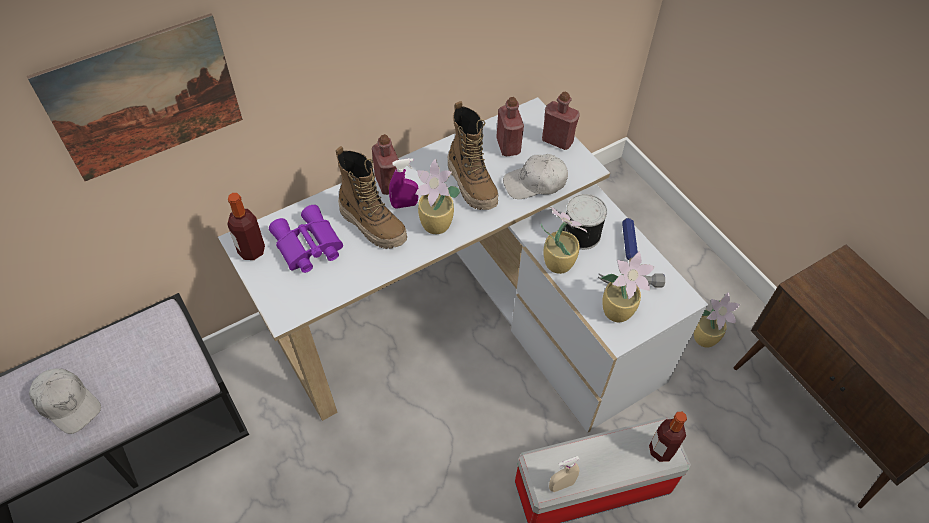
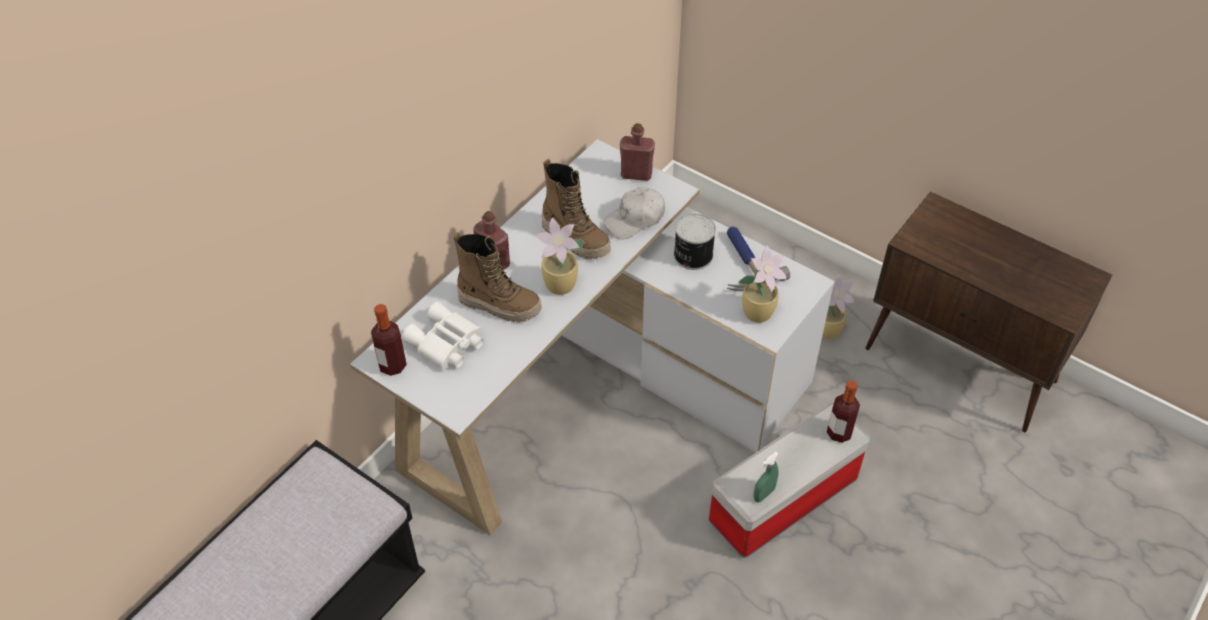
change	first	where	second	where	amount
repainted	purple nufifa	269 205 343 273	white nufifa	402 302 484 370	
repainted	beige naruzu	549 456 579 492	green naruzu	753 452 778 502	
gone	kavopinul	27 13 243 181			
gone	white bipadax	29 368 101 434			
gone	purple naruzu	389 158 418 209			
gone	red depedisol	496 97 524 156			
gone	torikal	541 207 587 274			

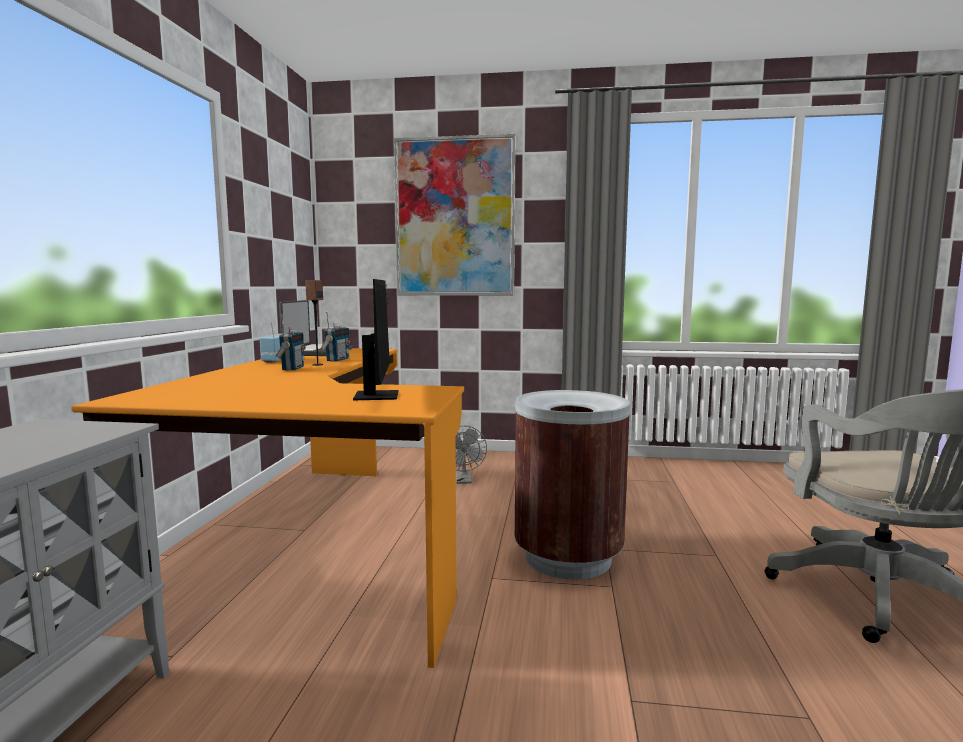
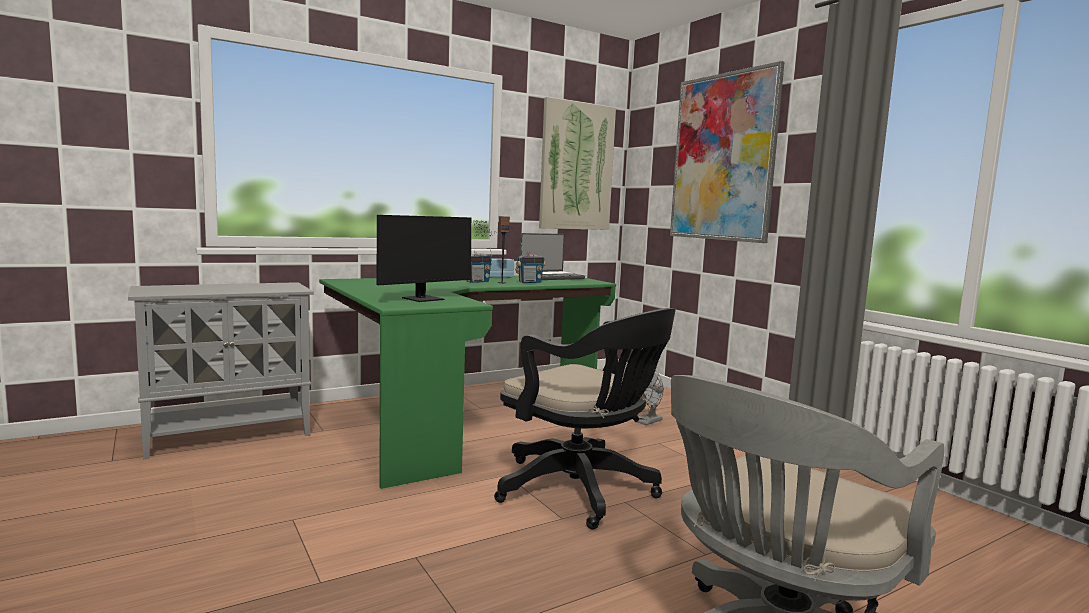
change	first	where	second	where	amount
repainted	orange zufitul	71 348 464 668	green zufitul	319 275 616 489	
swapped	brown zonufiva	514 390 630 580	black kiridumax	494 308 676 529	
new			kavopinul	539 97 616 230	

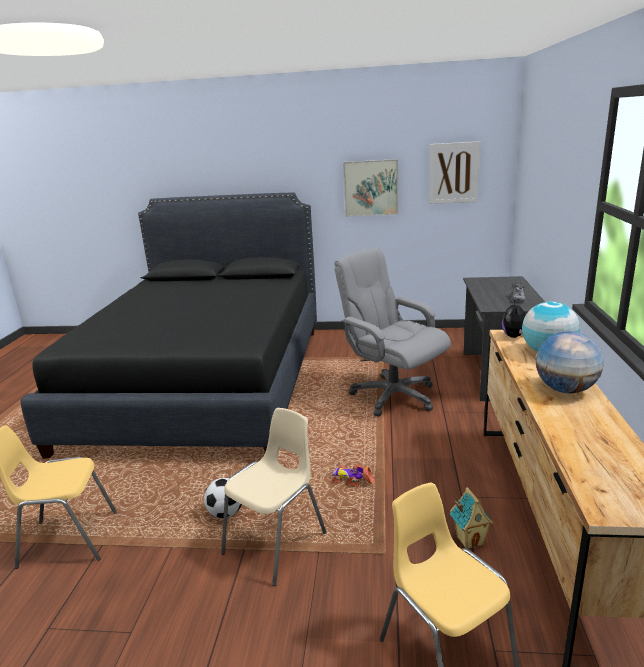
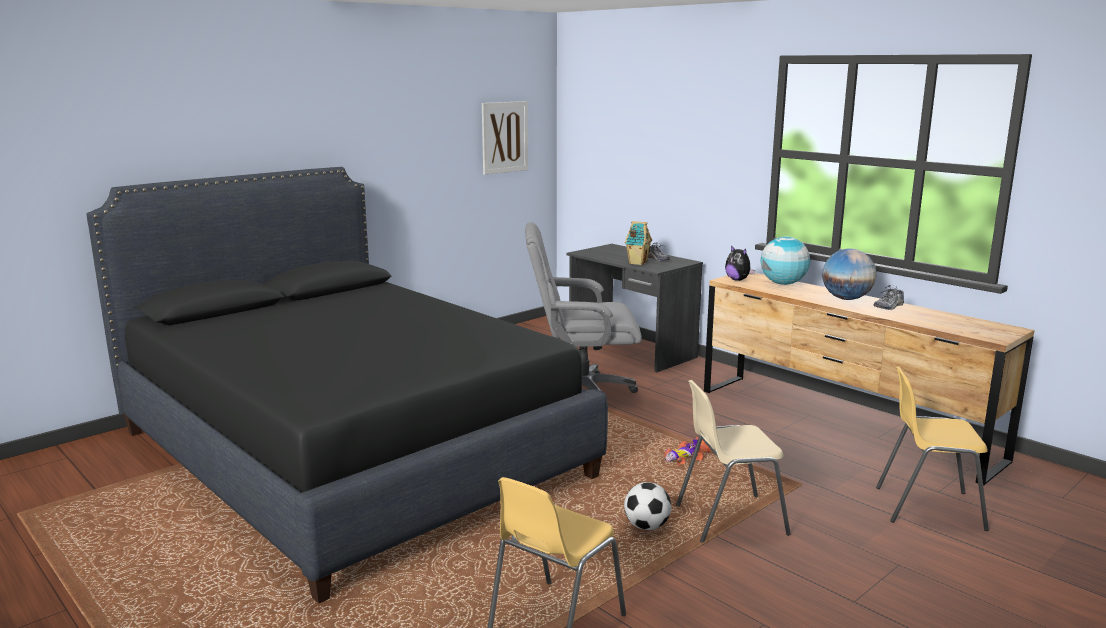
change	first	where	second	where	amount
shifted	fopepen	450 487 493 549		625 221 652 265	
rotated	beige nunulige	221 408 327 586		676 380 791 543	90 degrees counterclockwise
new			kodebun	874 285 904 310	
gone	kavopinul	343 159 398 217			

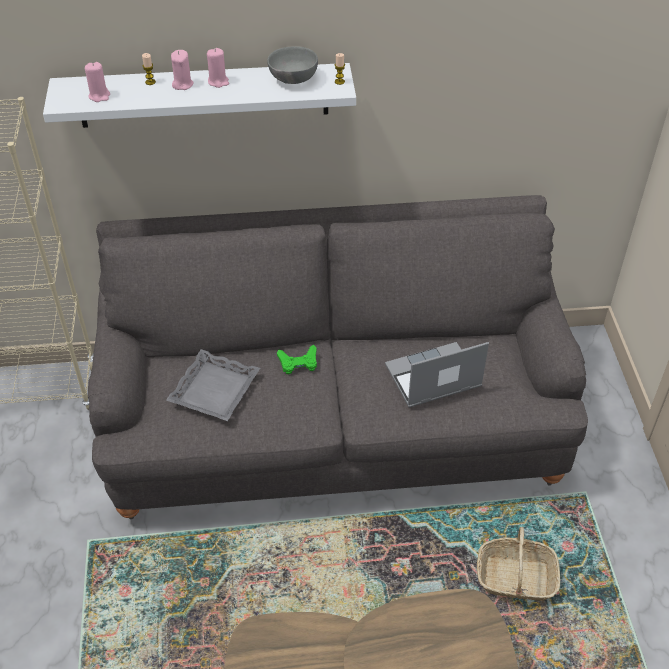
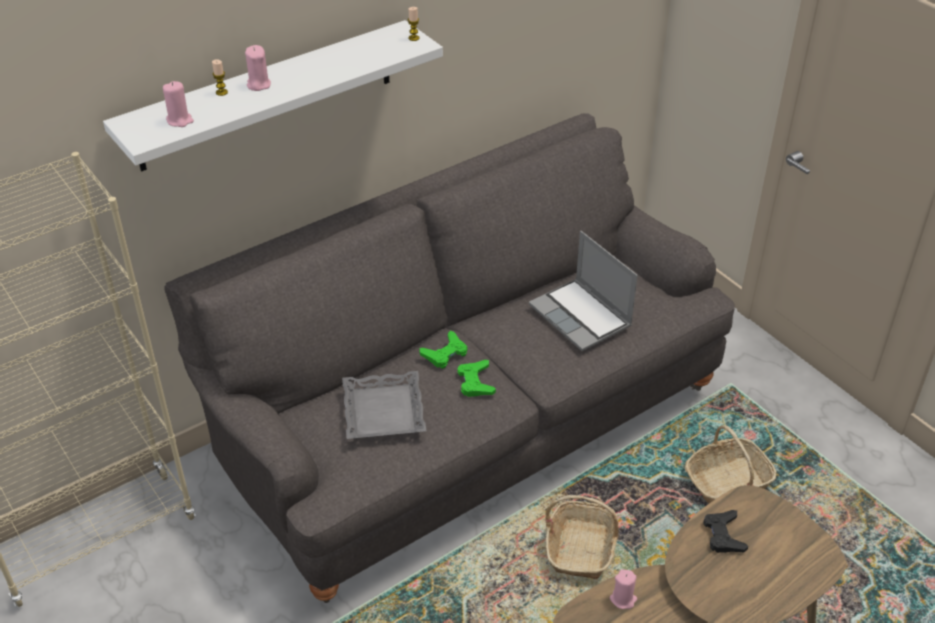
change	first	where	second	where	amount
new			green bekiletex	458 360 496 397	
rotated	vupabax	385 342 489 407		529 231 638 351	75 degrees counterclockwise
new			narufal	545 495 619 579	
shifted	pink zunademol	207 48 229 88		610 570 637 609	
new			black bekiletex	703 510 748 553	
gone	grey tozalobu	267 46 318 84			

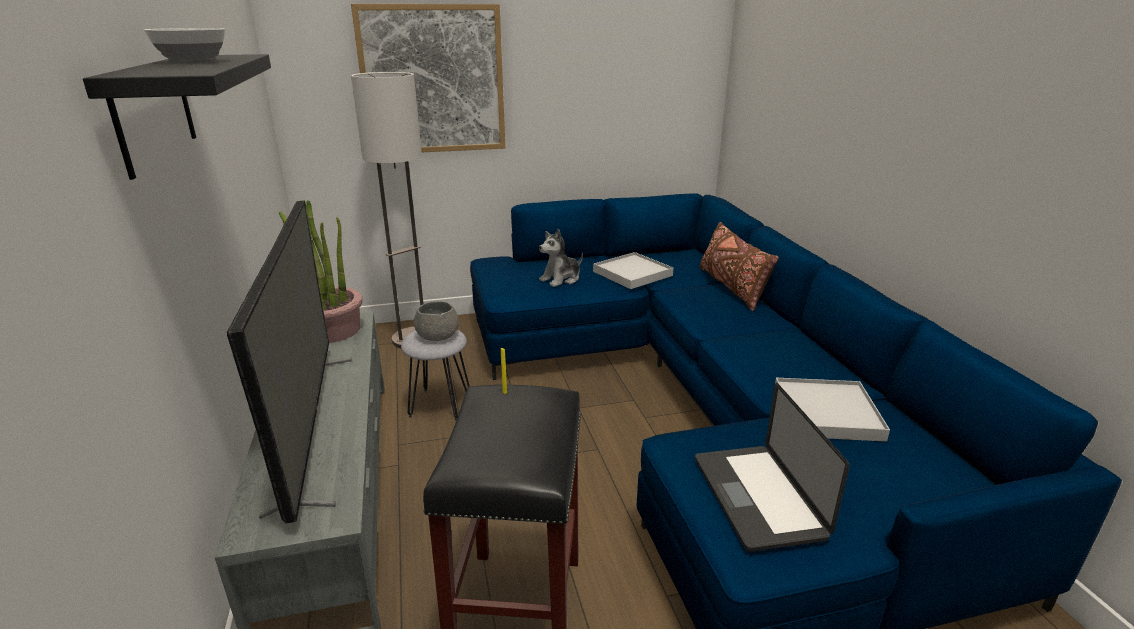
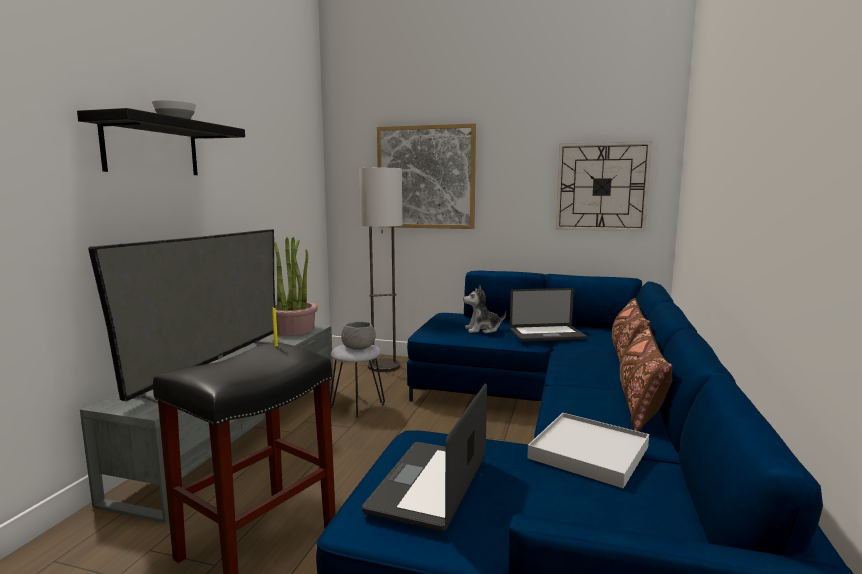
change	first	where	second	where	amount
swapped	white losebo	593 252 673 289	vupabax	510 288 587 342	
new			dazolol	556 141 652 231	
new			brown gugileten	619 326 673 432	

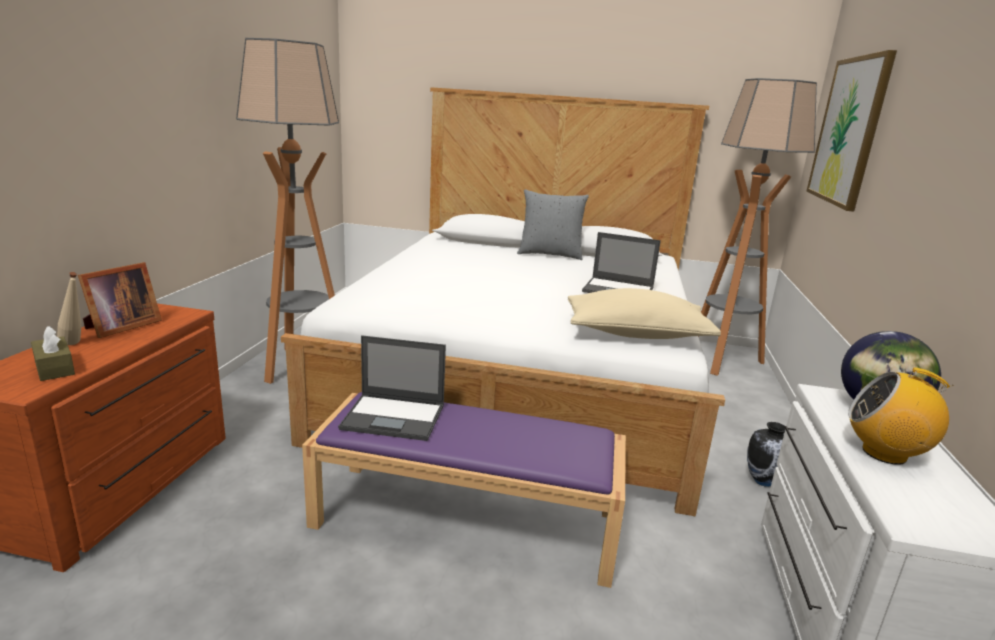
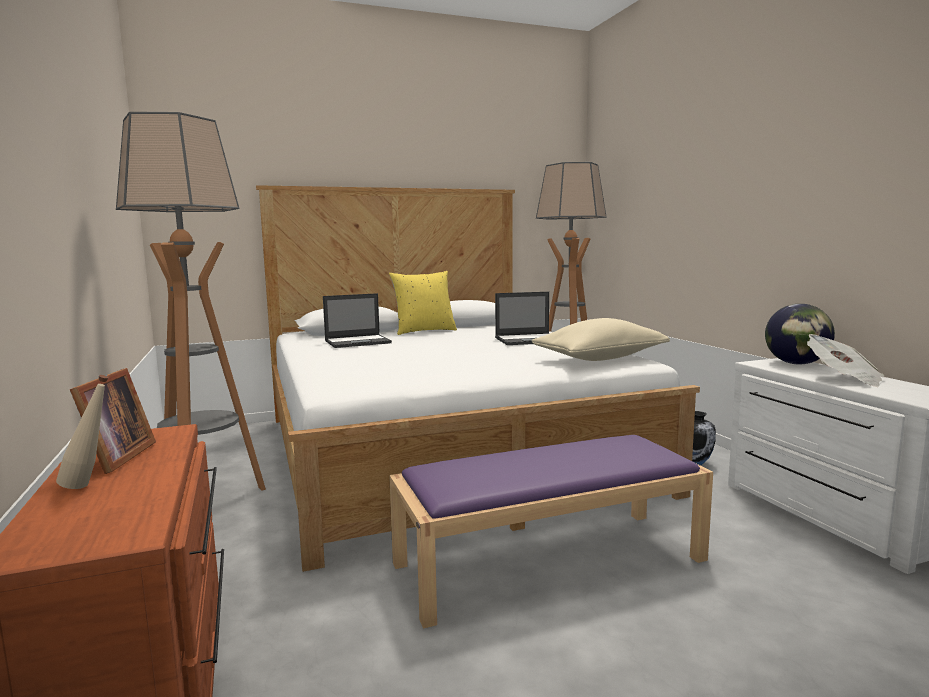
change	first	where	second	where	amount
shifted	vupabax	338 335 446 441		323 293 392 348	
repainted	grey gugileten	517 189 589 260	yellow gugileten	389 271 457 335	
swapped	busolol	848 367 954 465	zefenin	807 334 885 387	
gone	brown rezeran	31 326 75 381			
gone	kavopinul	806 50 897 212			

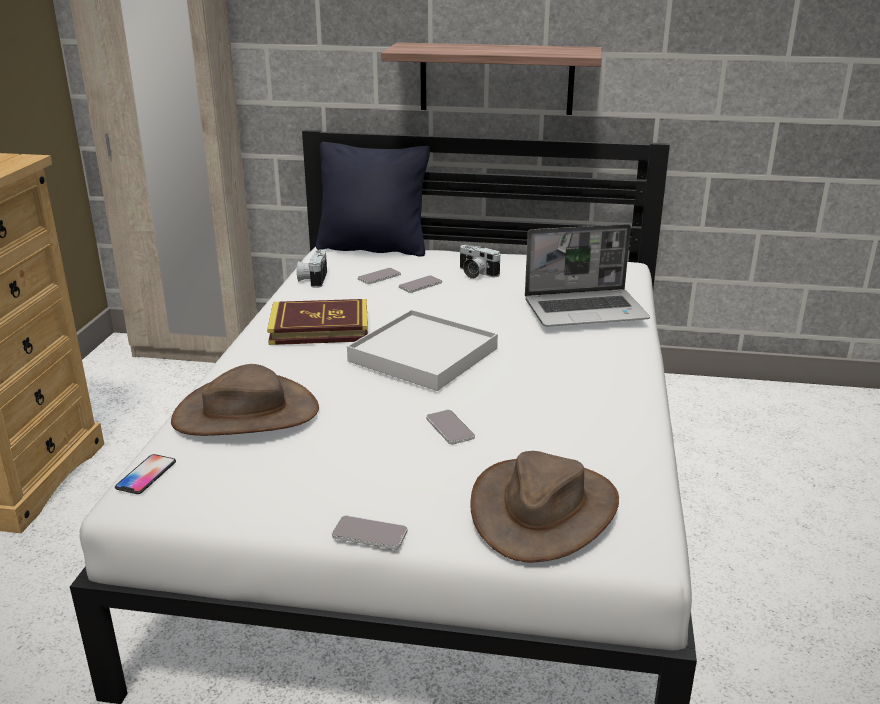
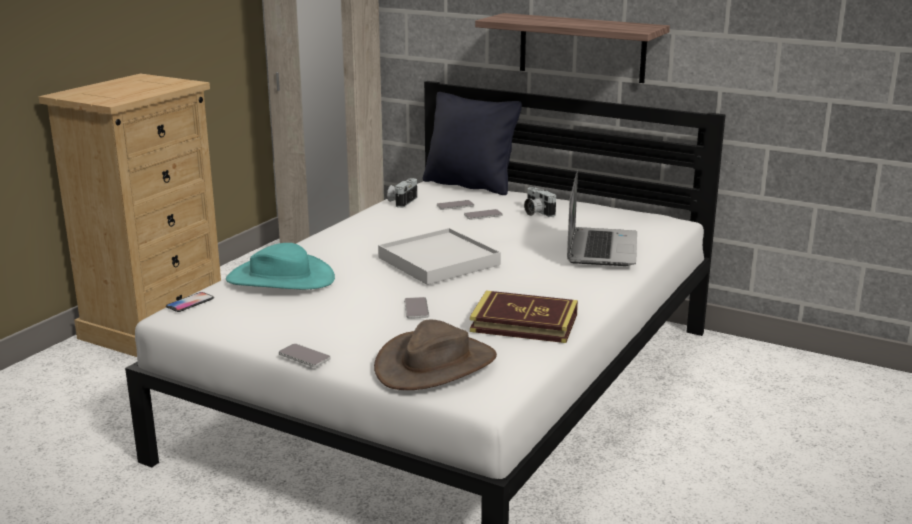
change	first	where	second	where	amount
repainted	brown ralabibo	171 364 319 436	turquoise ralabibo	226 243 335 289	
shifted	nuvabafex	267 299 368 345		470 291 578 343	
rotated	vupabax	525 224 650 326		567 171 637 266	90 degrees counterclockwise

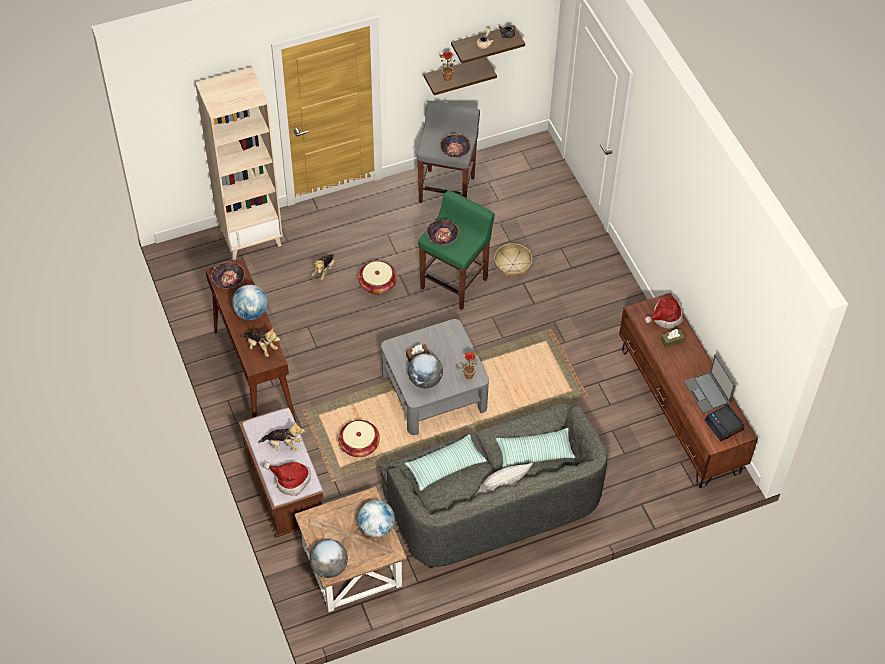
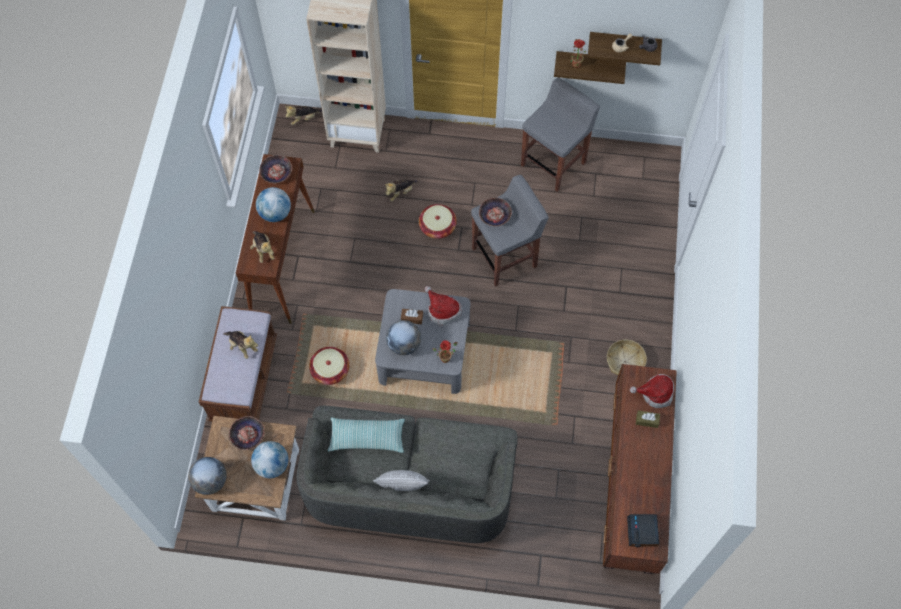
change	first	where	second	where	amount
shifted	tozalobu	440 134 471 158		229 416 265 450	
new			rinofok	285 106 322 125	
shifted	ralabibo	264 462 311 496		425 286 462 326	
repainted	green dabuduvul	418 190 495 310	grey dabuduvul	471 175 549 286	
shifted	narufal	494 243 533 277		607 340 647 375	
gone	gugileten	496 428 575 468			
gone	vupabax	684 354 735 413			

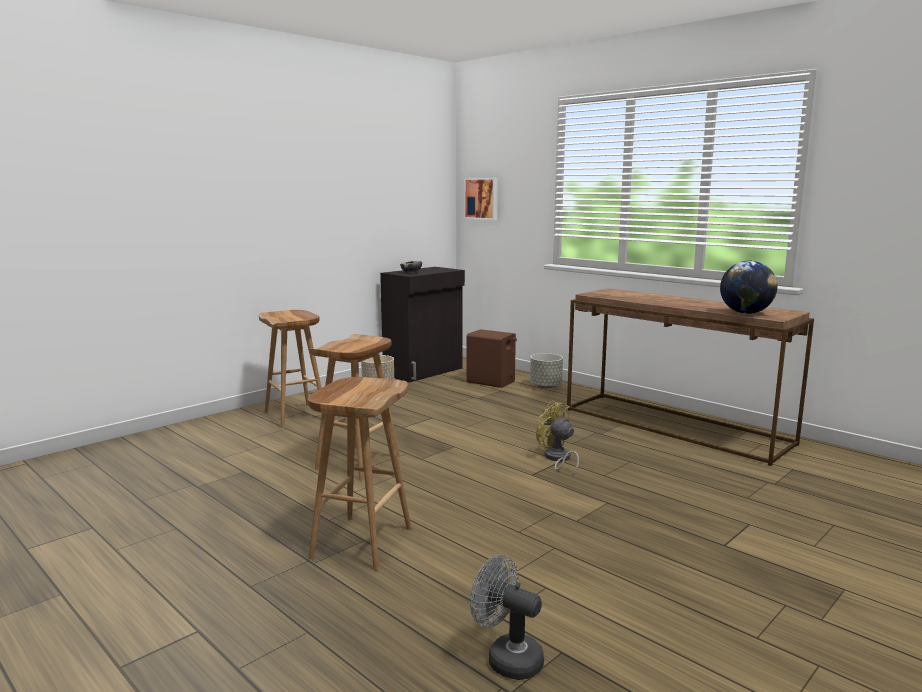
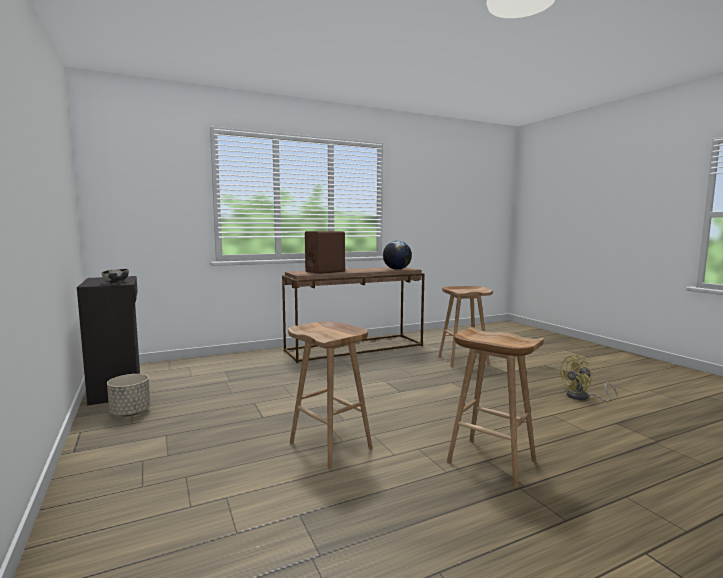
change	first	where	second	where	amount
shifted	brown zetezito	467 329 517 388		305 231 345 274	
shifted	brown dabuduvul	259 310 322 428		438 286 493 367	
shifted	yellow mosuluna	536 401 579 475		557 355 618 402	
gone	kavopinul	464 178 498 220			
gone	grey mosuluna	470 555 544 680			
gone	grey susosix	530 353 563 389			

